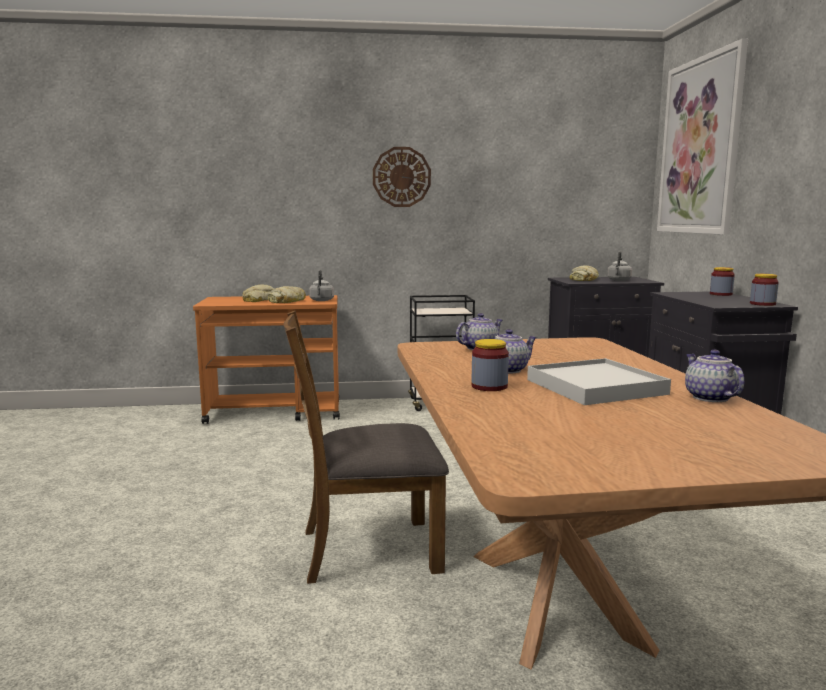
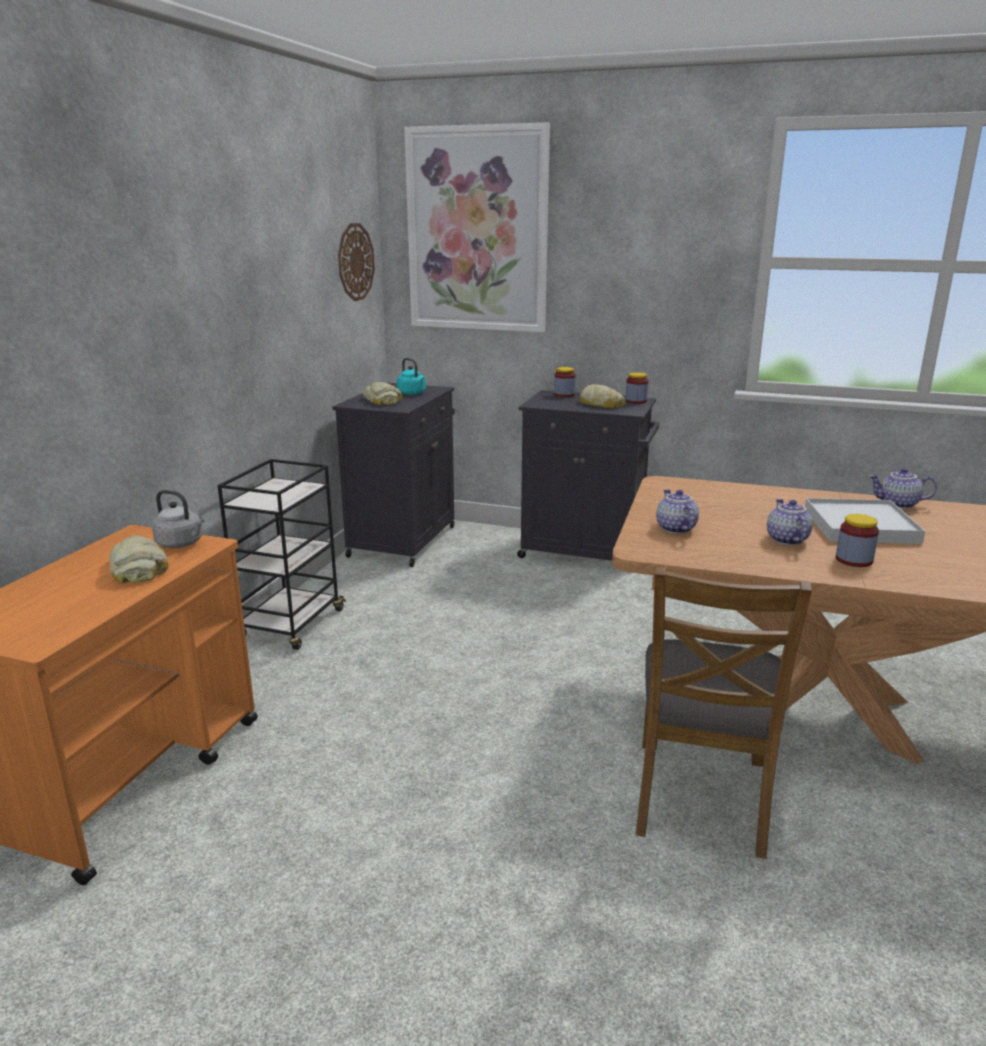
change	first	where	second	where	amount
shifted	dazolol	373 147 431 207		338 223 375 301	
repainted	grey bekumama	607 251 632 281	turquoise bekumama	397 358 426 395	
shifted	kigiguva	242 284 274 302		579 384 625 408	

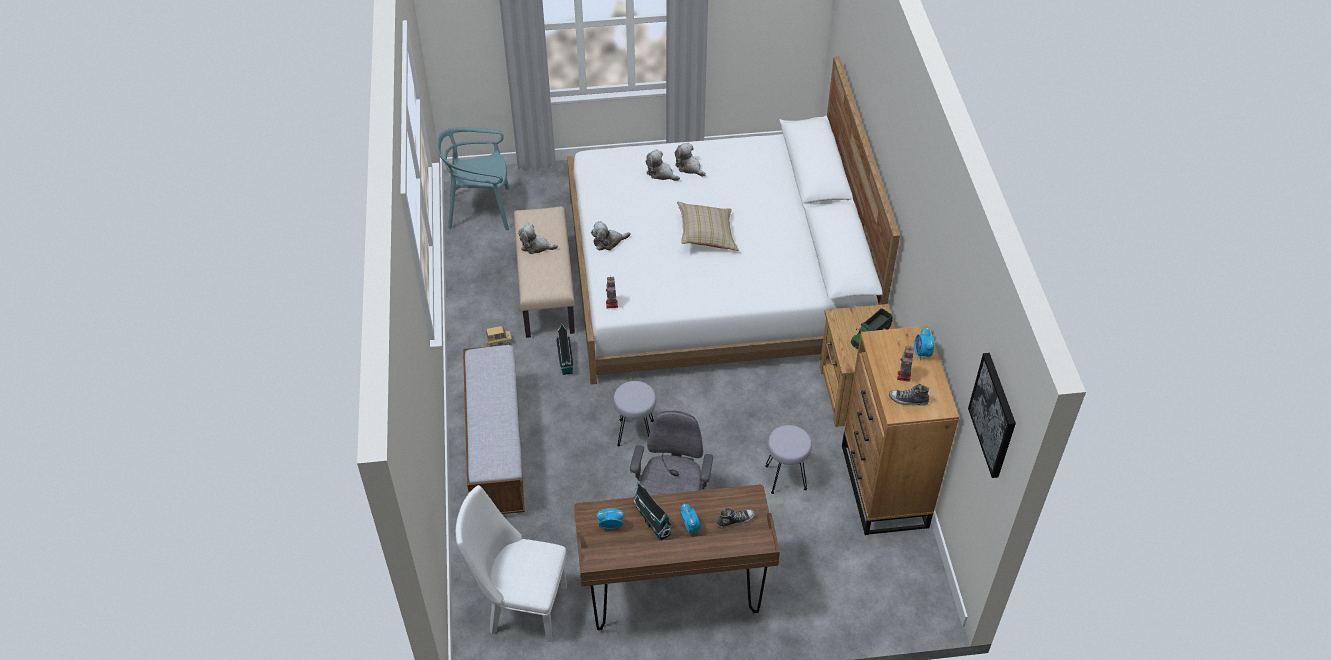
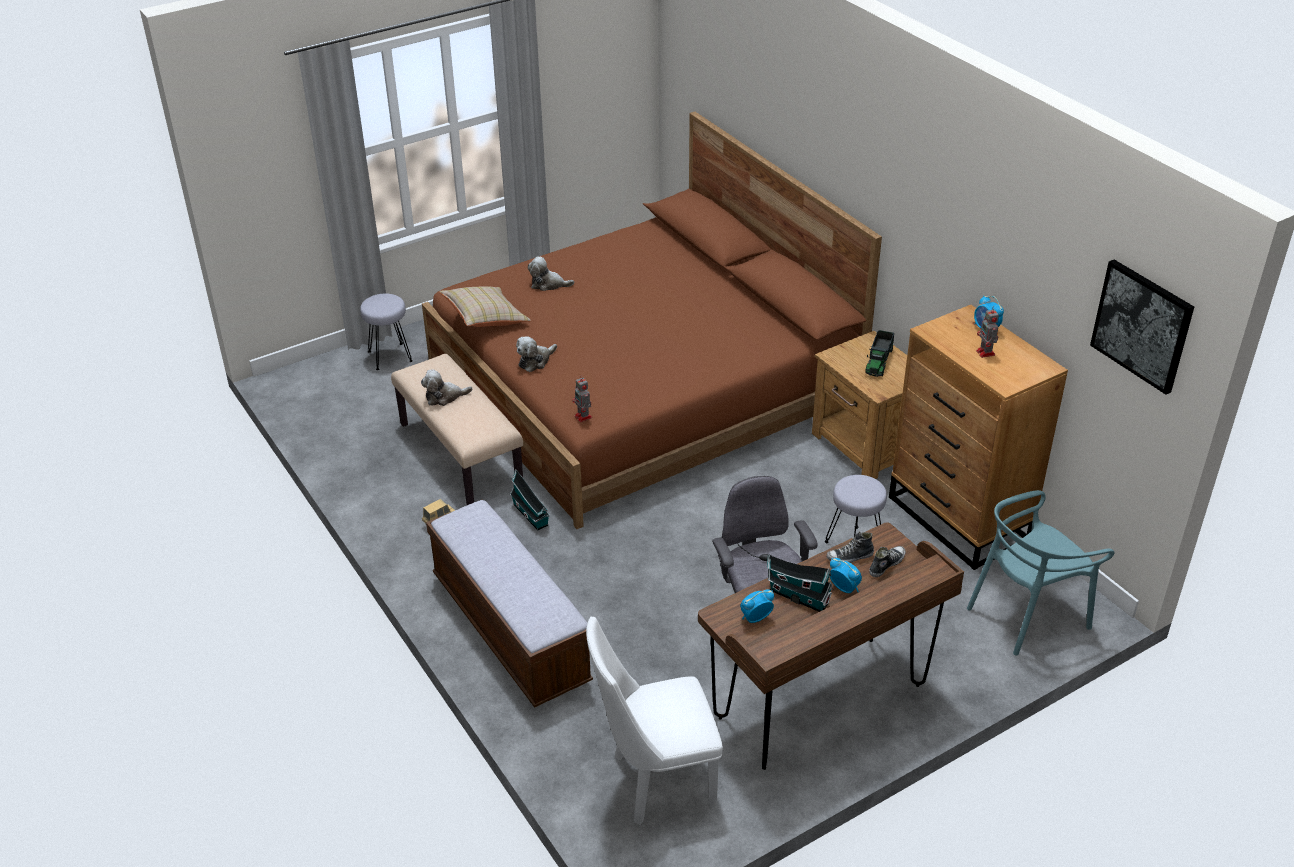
change	first	where	second	where	amount
shifted	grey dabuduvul	613 381 656 447		360 294 413 370	
repainted	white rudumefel	567 56 900 385	brown rudumefel	422 112 882 529	
shifted	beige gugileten	677 202 739 251		439 286 531 327	
shifted	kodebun	889 384 929 406		826 531 874 563	
shifted	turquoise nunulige	436 127 510 230		967 490 1114 656	
gone	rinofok	675 143 706 176			

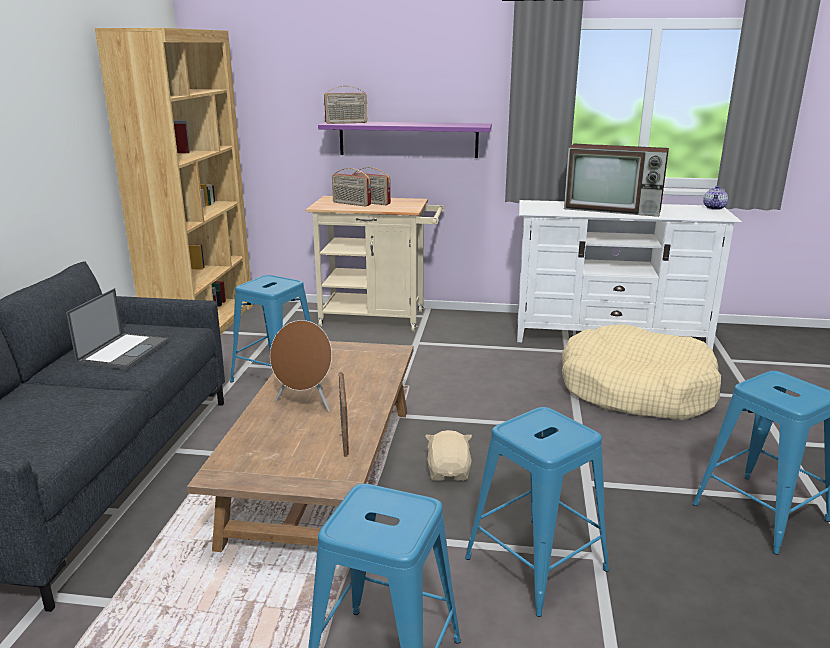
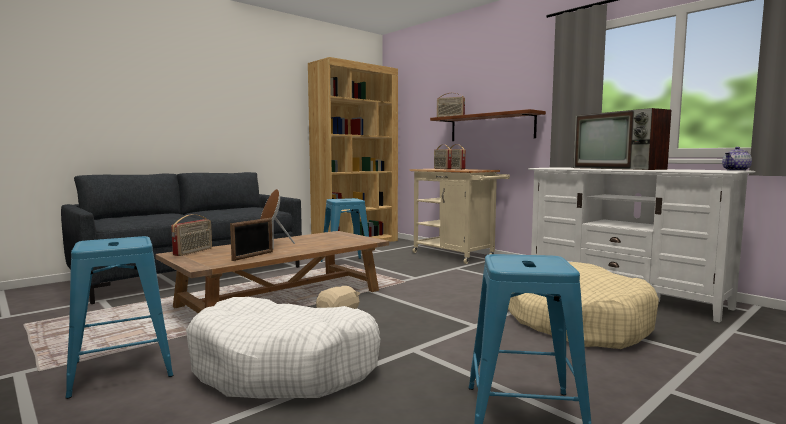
change	first	where	second	where	amount
new			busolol	171 214 212 256	
swapped	blue dabuduvul	465 407 609 617	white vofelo	186 297 381 398	
repainted	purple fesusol	318 122 492 158	brown fesusol	430 109 546 141	
gone	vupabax	66 288 169 370			

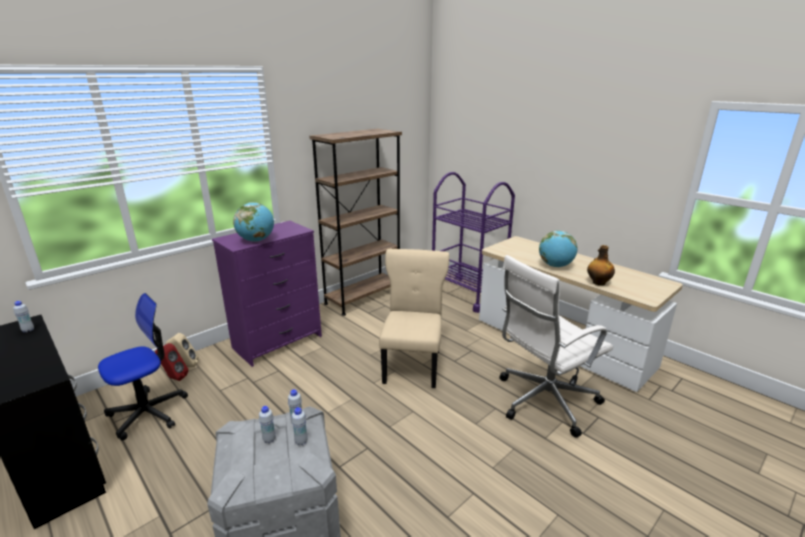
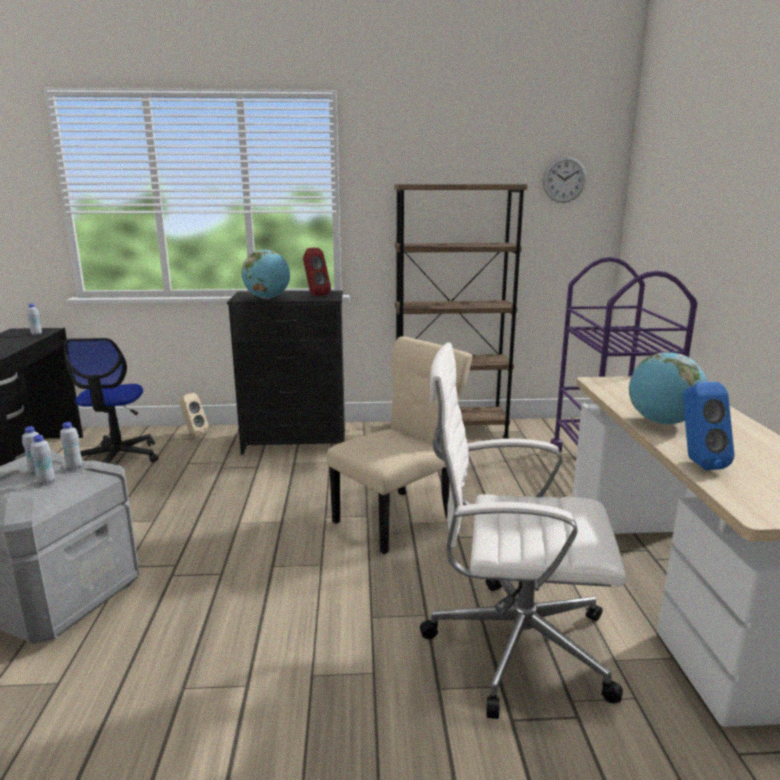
change	first	where	second	where	amount
rotated	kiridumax	98 293 188 440		64 338 159 463	90 degrees clockwise
repainted	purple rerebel	212 221 322 367	black rerebel	227 291 345 455	
shifted	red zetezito	155 343 188 381		303 248 331 296	
new			dazolol	543 156 586 203	
swapped	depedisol	587 245 615 286	blue zetezito	683 382 735 470	

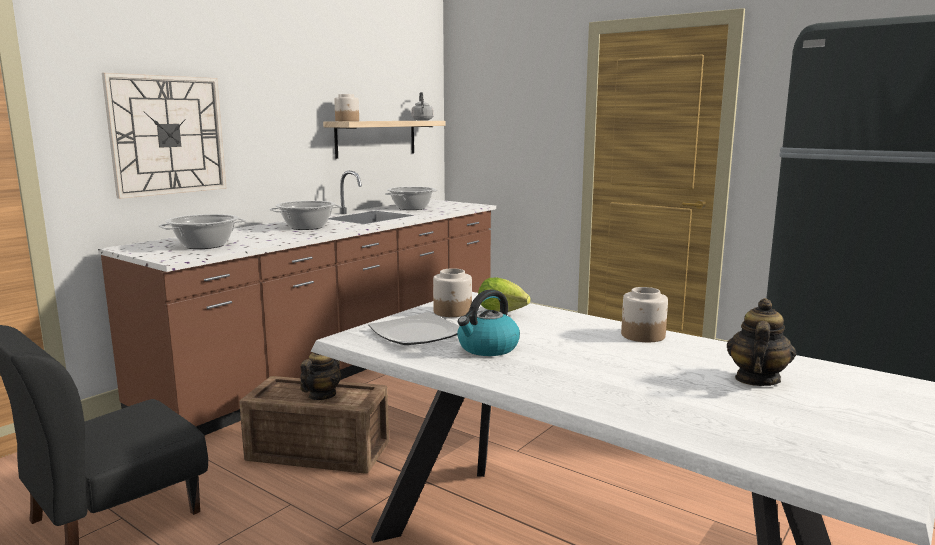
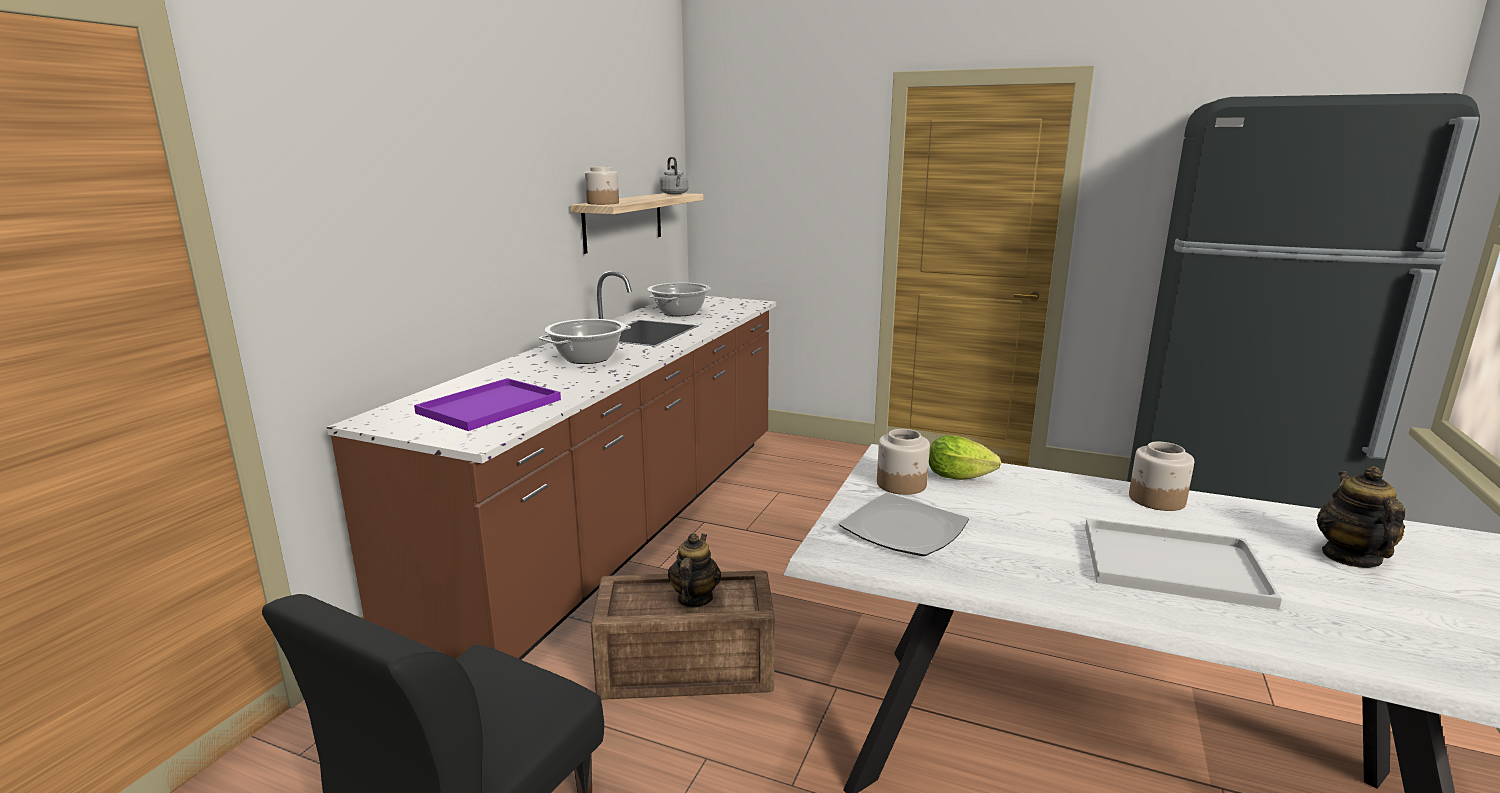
change	first	where	second	where	amount
swapped	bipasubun	158 214 246 249	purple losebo	414 378 561 431	
new			white losebo	1085 518 1282 610	
gone	dazolol	102 73 226 199			
gone	bekumama	457 289 520 356			

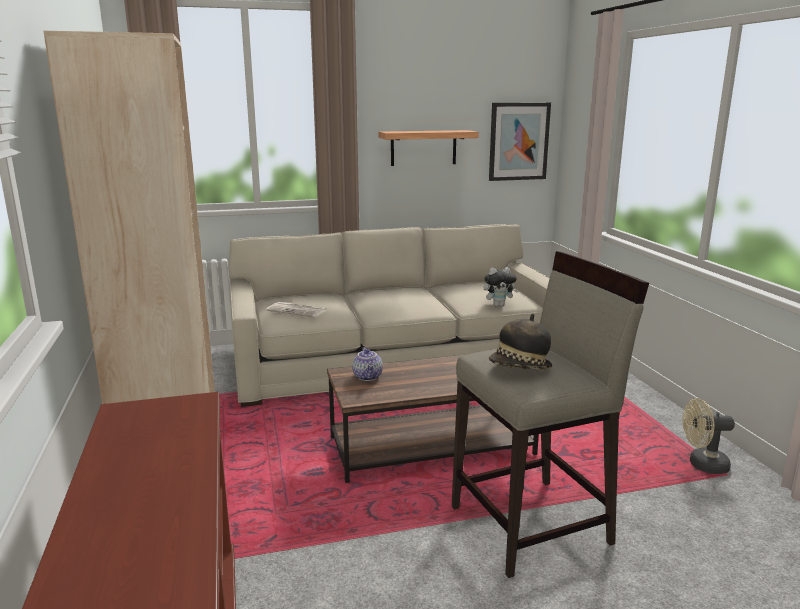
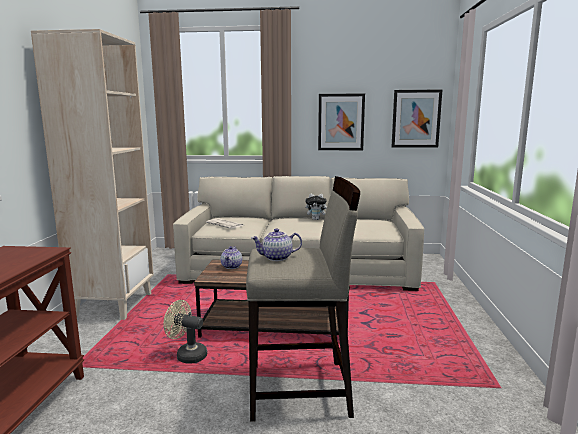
change	first	where	second	where	amount
shifted	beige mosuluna	682 398 735 474		164 300 207 364	
swapped	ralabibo	489 314 552 370	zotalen	252 228 302 261	
shifted	rinofok	484 267 519 306		305 193 327 220	
swapped	fesusol	378 130 479 166	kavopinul	318 93 365 150	

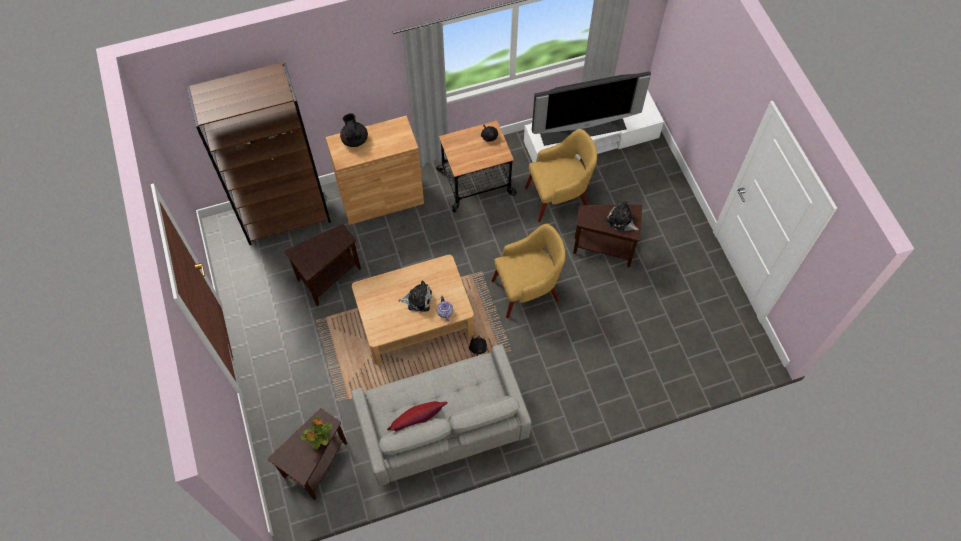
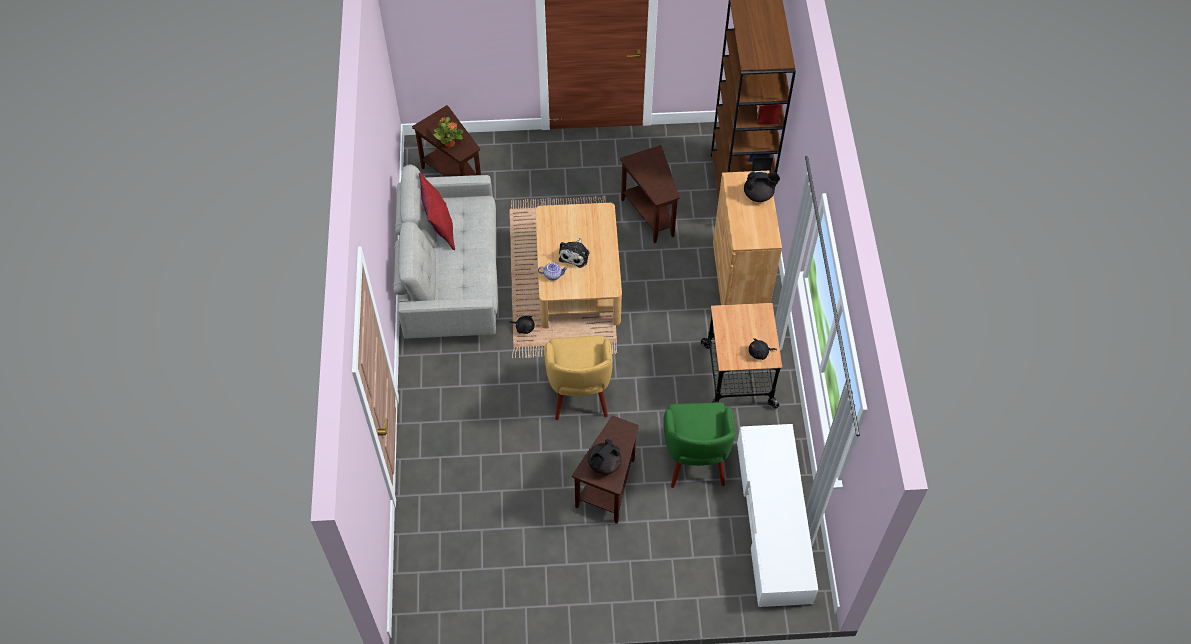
change	first	where	second	where	amount
swapped	rinofok	606 200 639 232	black zotalen	588 439 622 474	
repainted	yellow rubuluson	525 129 597 222	green rubuluson	663 403 735 488	
gone	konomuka	532 71 651 146			

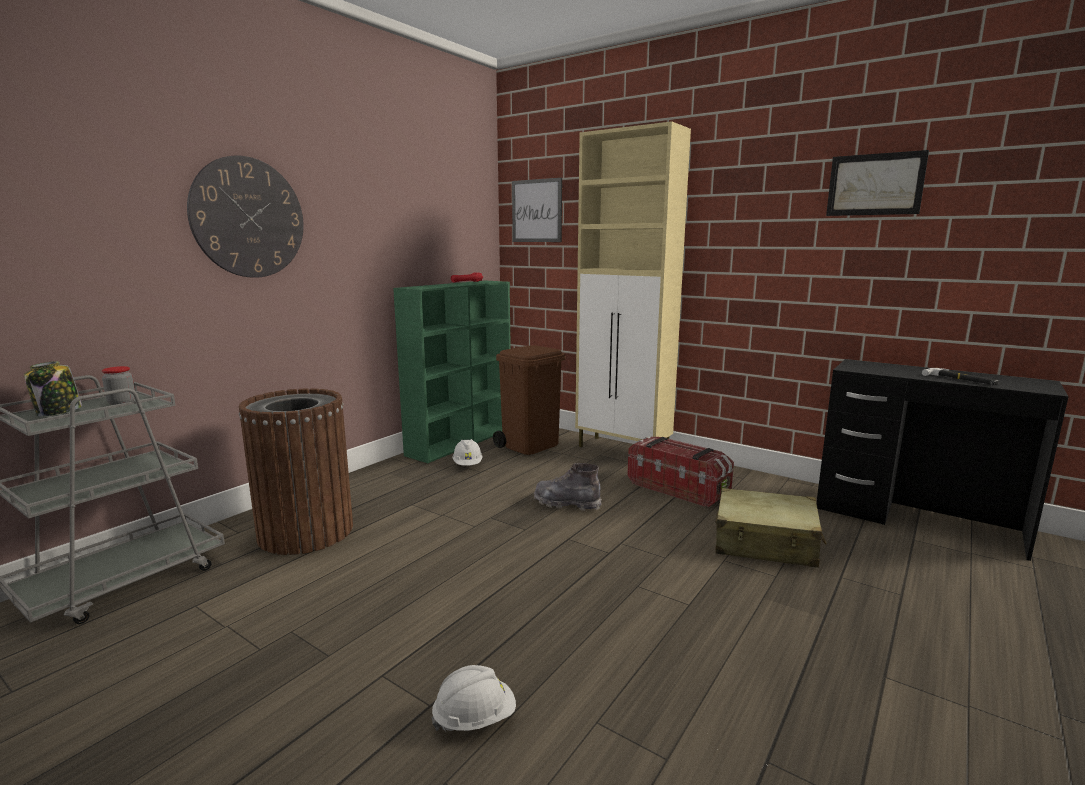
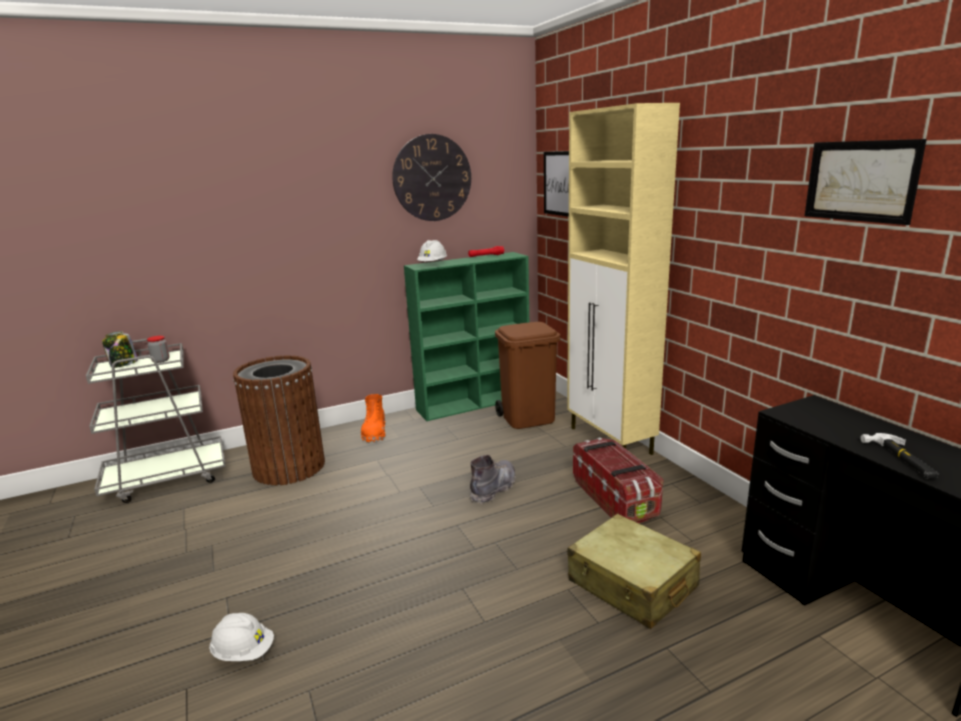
change	first	where	second	where	amount
new			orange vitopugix	361 394 385 443	
shifted	dazolol	187 156 304 278		392 134 471 221	
shifted	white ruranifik	452 439 483 466		417 240 447 262	
rotated	grey vitopugix	534 463 602 511		470 455 516 504	75 degrees clockwise

